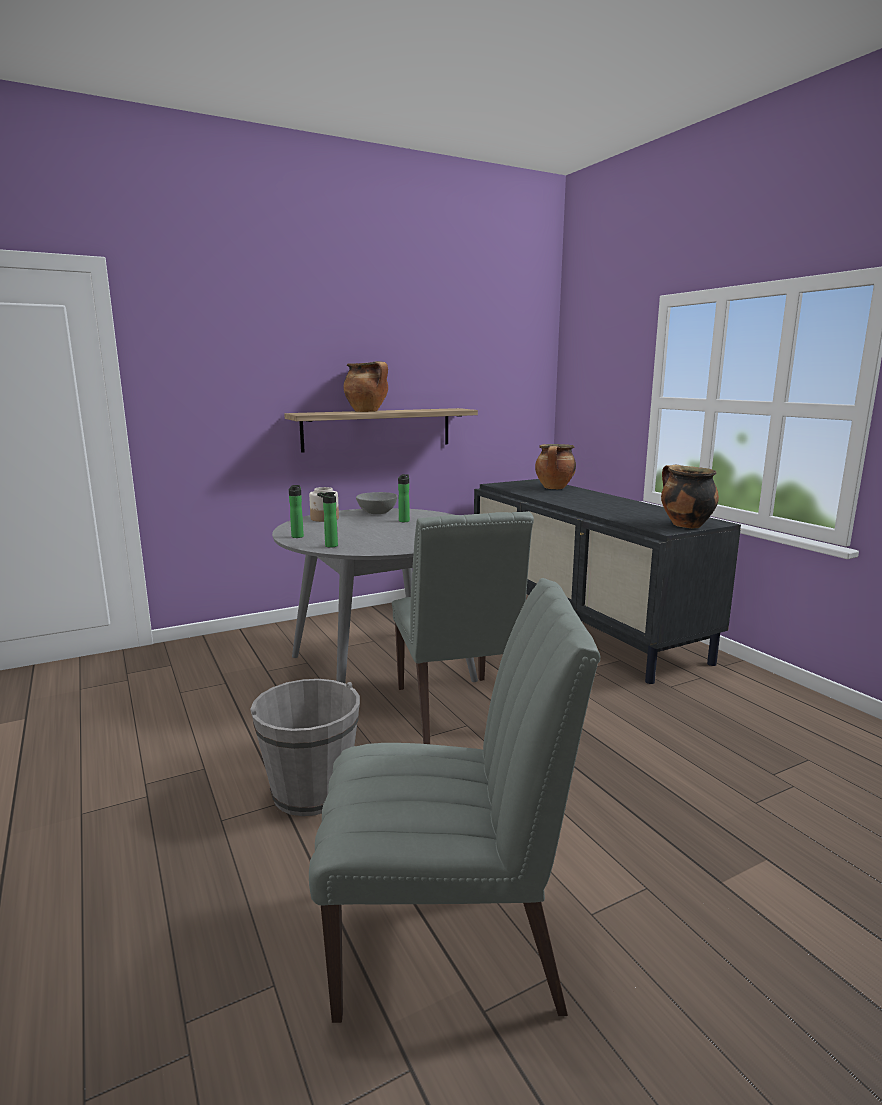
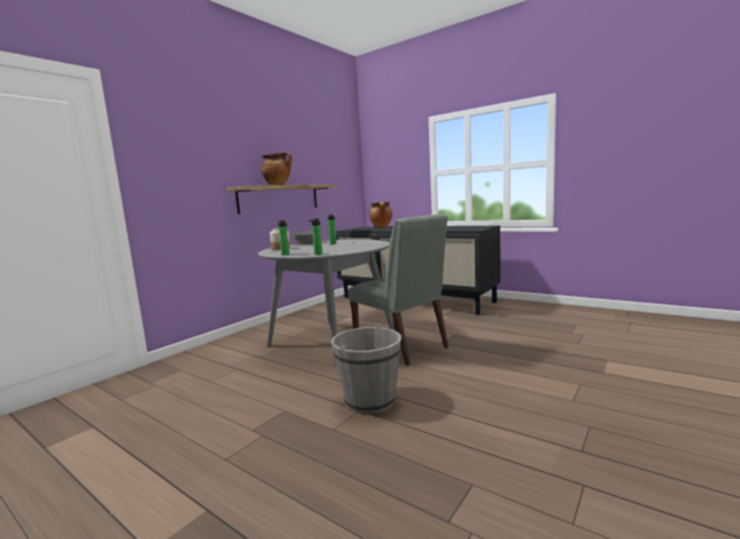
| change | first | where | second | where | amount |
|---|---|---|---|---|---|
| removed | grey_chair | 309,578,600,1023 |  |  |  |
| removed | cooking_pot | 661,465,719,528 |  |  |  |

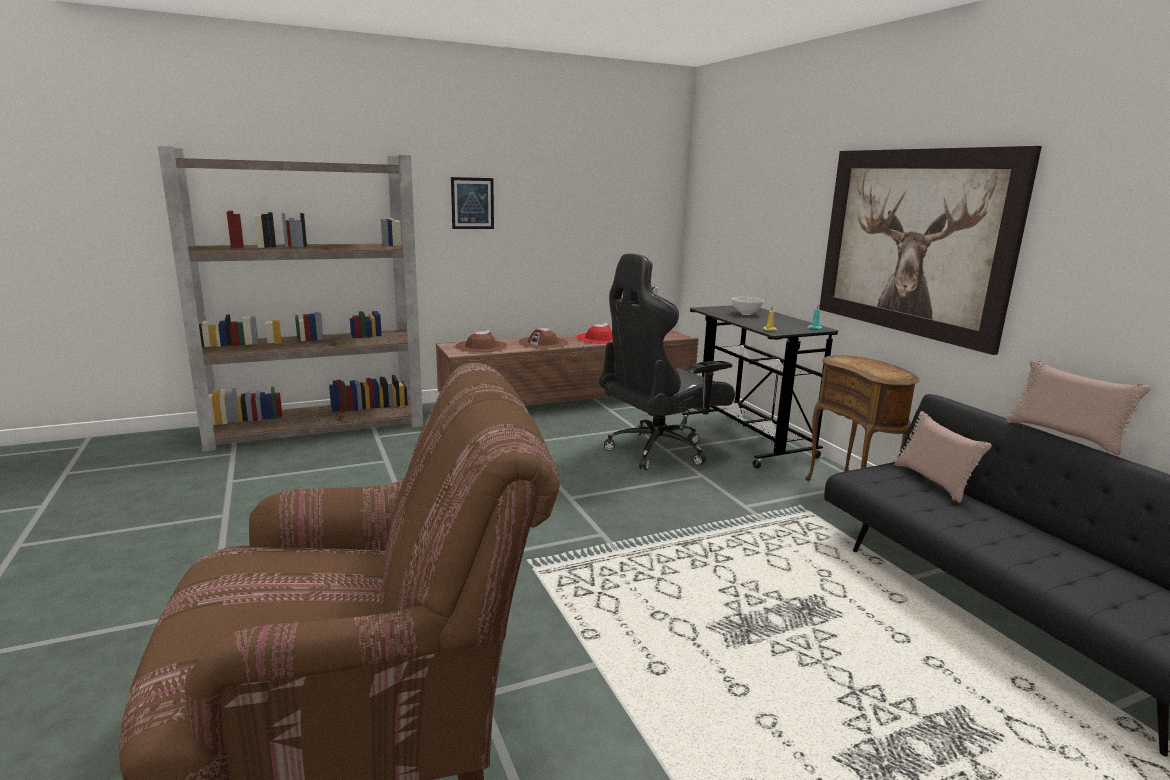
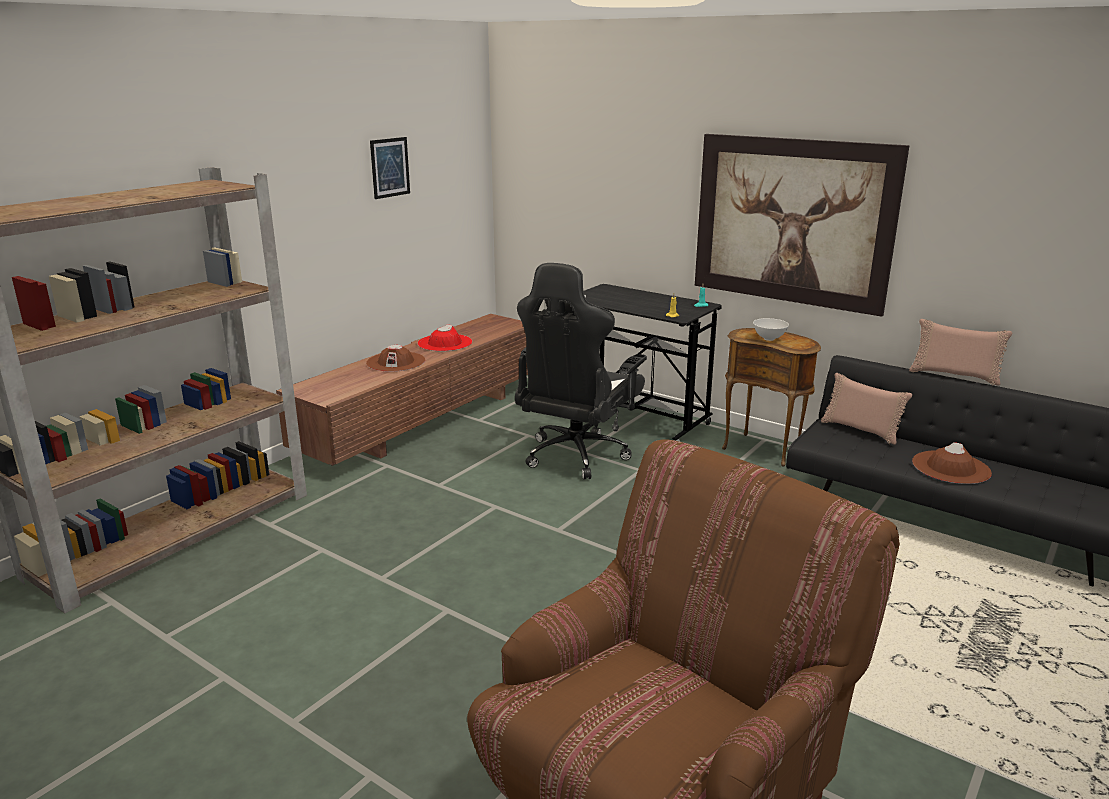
| change | first | where | second | where | amount |
|---|---|---|---|---|---|
| moved | picture | 451,177,494,229 |  | 370,137,410,199 |  |
| moved | brown_hat | 455,330,507,353 |  | 912,442,992,484 |  |
| moved | white_bowl | 732,297,764,315 |  | 753,318,789,341 |  |

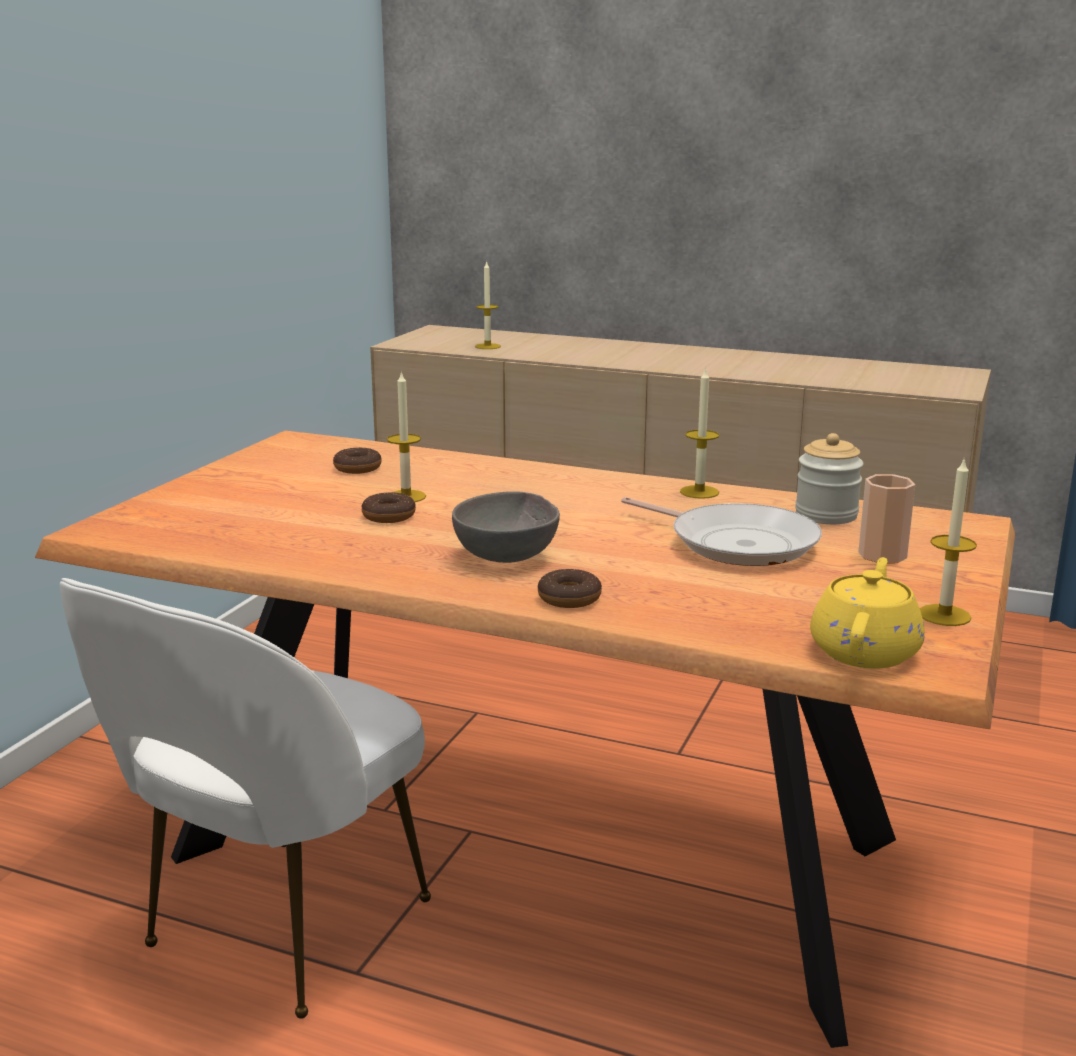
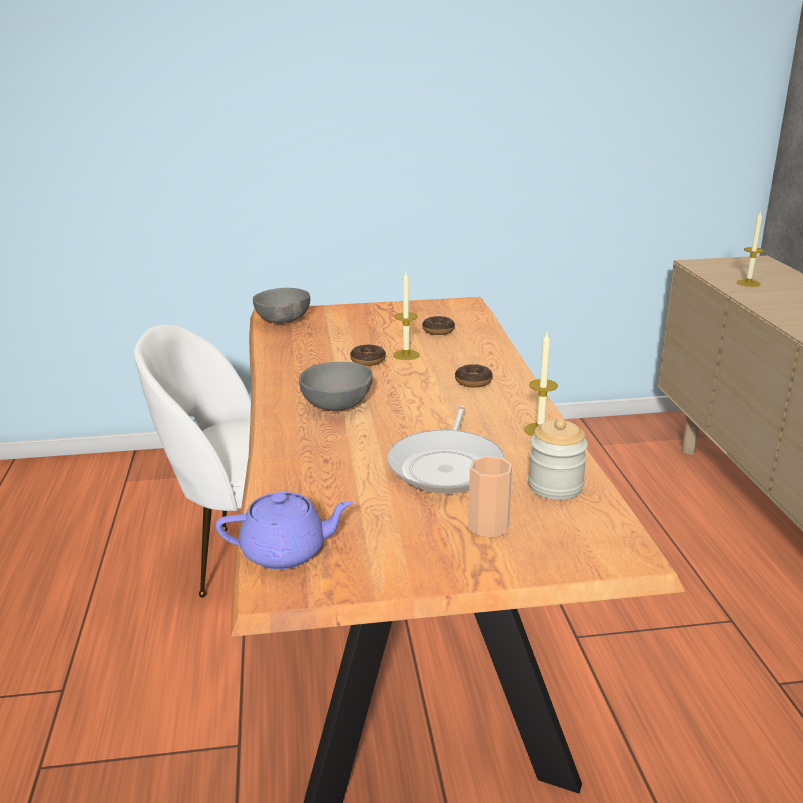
| change | first | where | second | where | amount |
|---|---|---|---|---|---|
| moved | donut | 538,569,602,608 |  | 455,364,493,388 |  |
| recoloured | yellow_teapot | 810,557,925,668 | purple_teapot | 216,492,353,569 |  |
| removed | candle | 920,457,977,626 |  |  |  |
| added |  |  | grey_bowl | 253,288,310,324 |  |

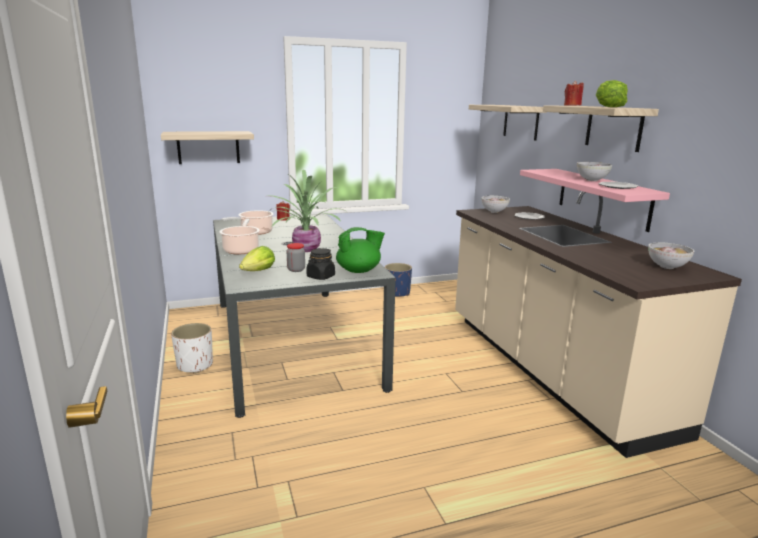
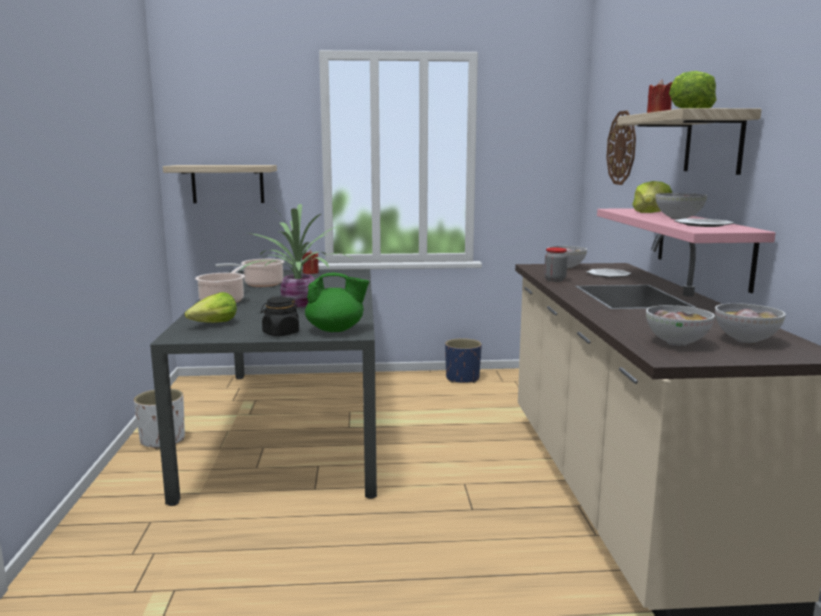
| change | first | where | second | where | amount |
|---|---|---|---|---|---|
| moved | jar | 287,243,305,272 |  | 544,247,568,282 |  |
| replaced | shelf | 469,105,547,140 | wall_clock | 606,110,636,185 |  |
| added |  |  | lettuce | 632,181,672,213 |  |
| added |  |  | bowl | 646,305,715,346 |  |

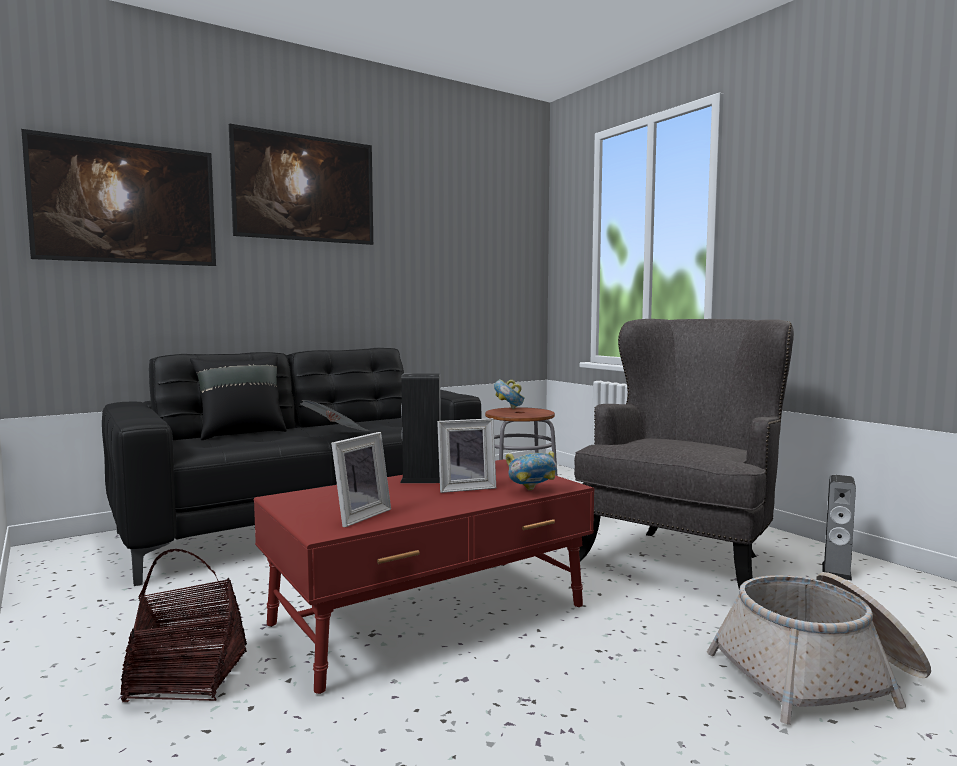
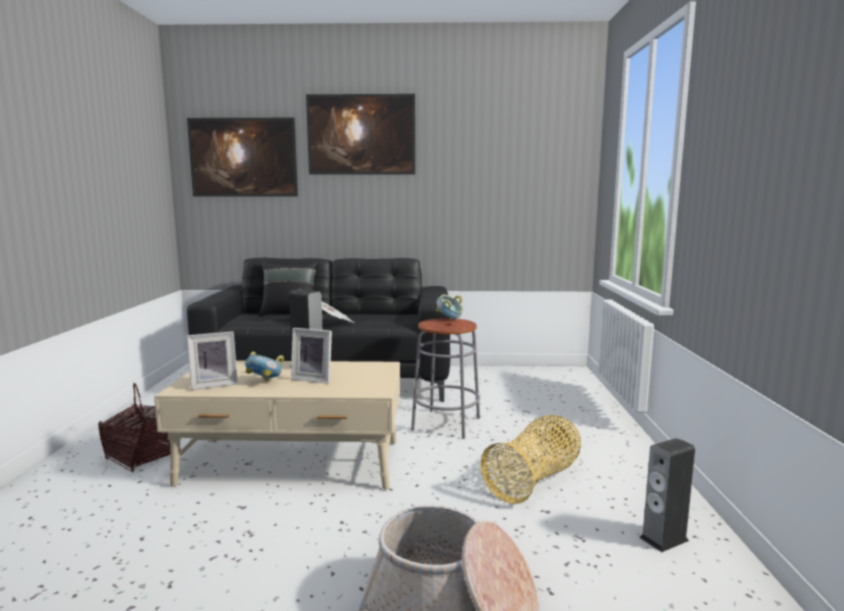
| change | first | where | second | where | amount |
|---|---|---|---|---|---|
| recoloured | red_coffee_table | 254,459,594,694 | beige_coffee_table | 154,361,400,489 |  |
| moved | bowl | 506,451,557,490 |  | 245,352,284,381 |  |
| replaced | grey_armchair | 574,319,794,589 | basket | 480,415,581,504 |  |

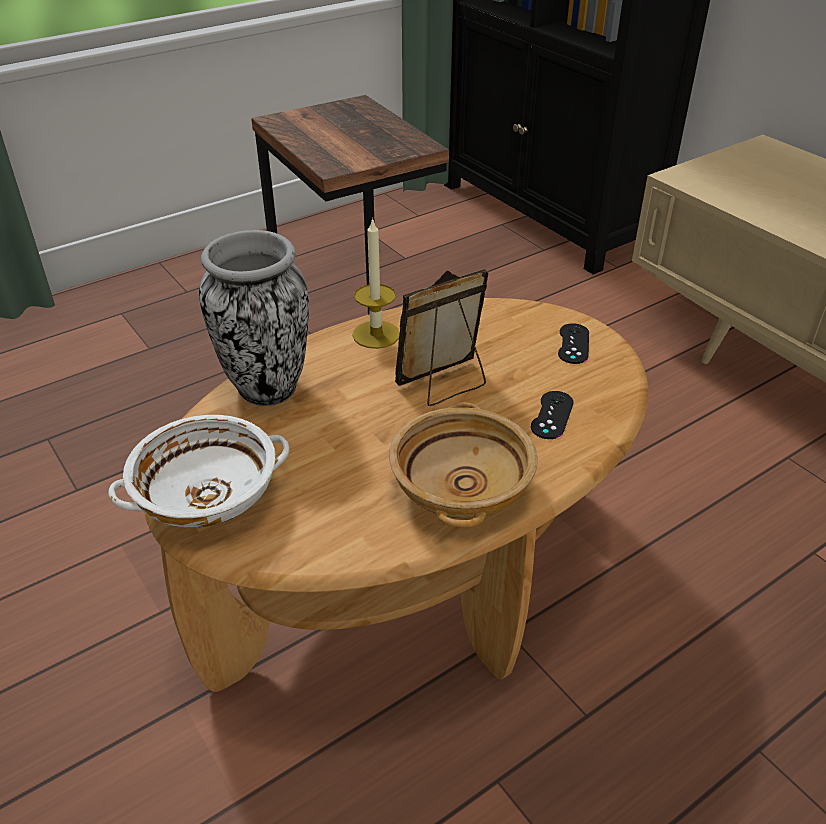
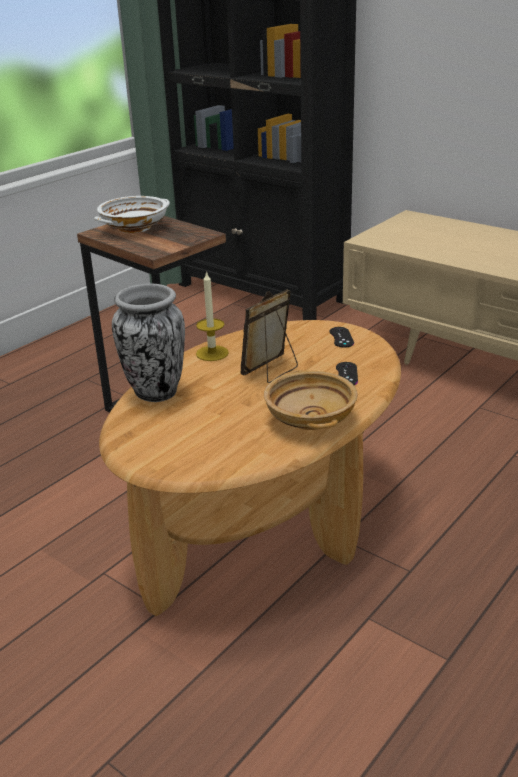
| change | first | where | second | where | amount |
|---|---|---|---|---|---|
| moved | white_bowl | 108,415,289,528 |  | 94,196,170,233 |  |

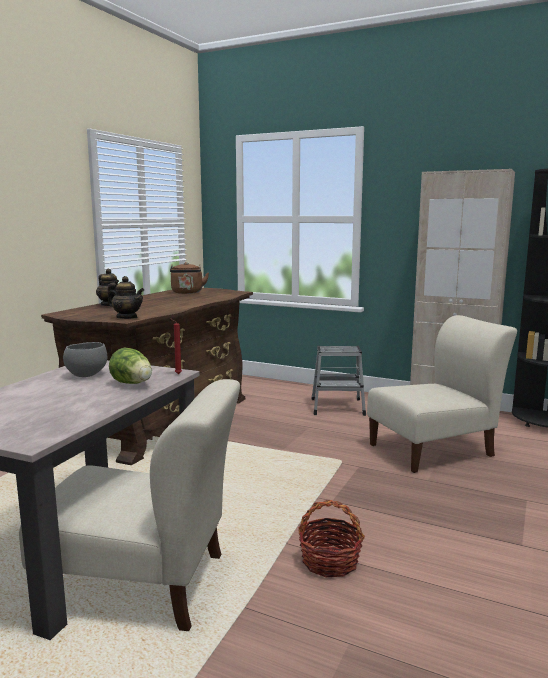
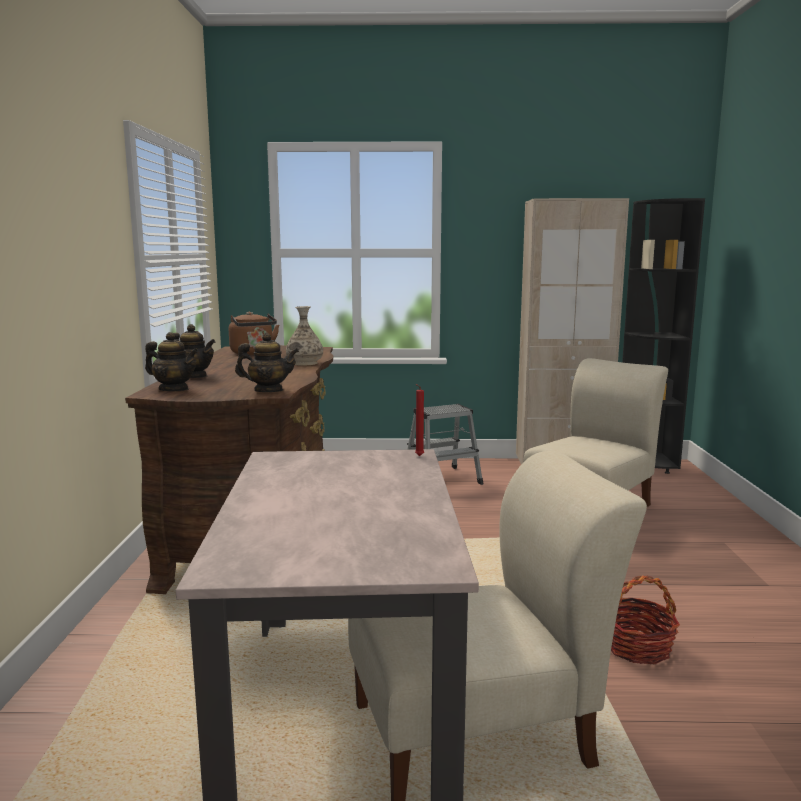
| change | first | where | second | where | amount |
|---|---|---|---|---|---|
| removed | grey_bowl | 63,342,107,377 |  |  |  |
| removed | lettuce | 109,347,152,384 |  |  |  |
| added |  |  | teapot | 145,332,198,391 |  |
| added |  |  | vase | 286,306,323,366 |  |

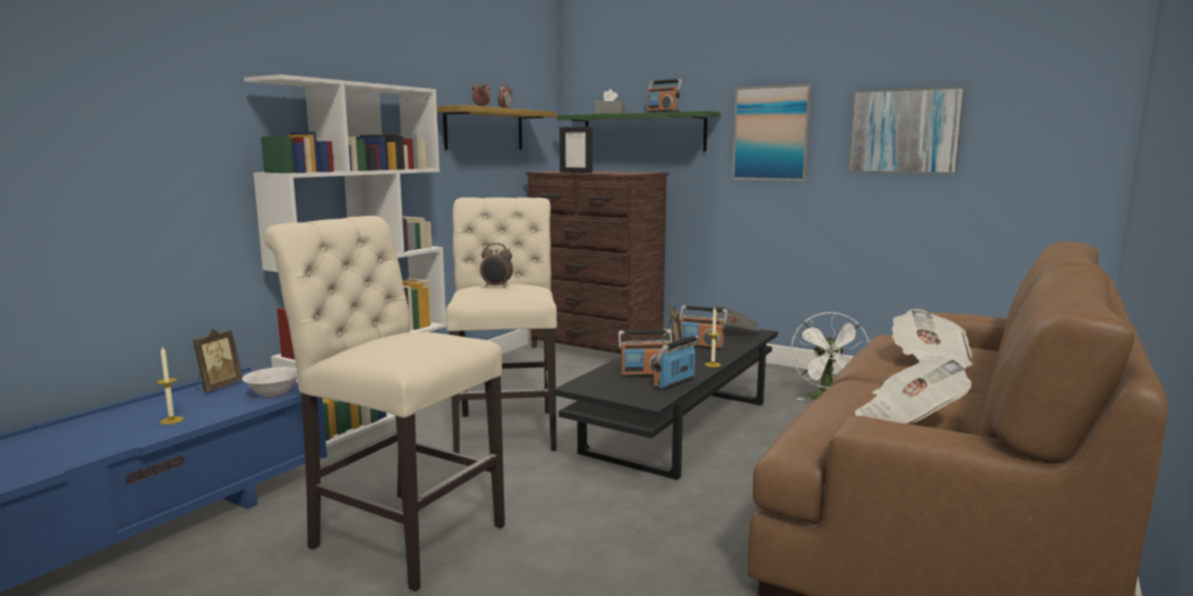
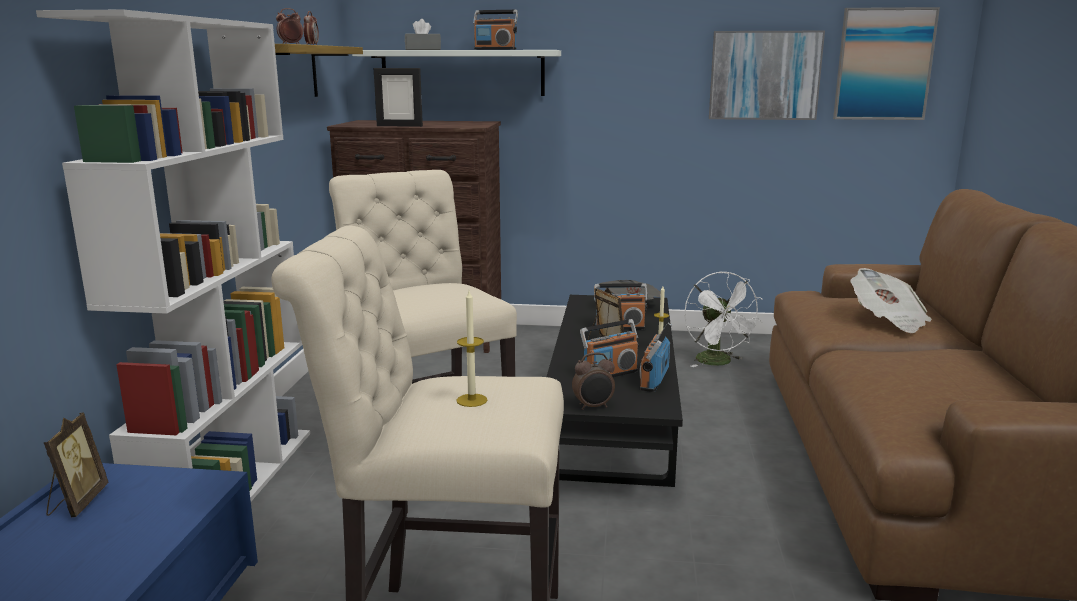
| change | first | where | second | where | amount |
|---|---|---|---|---|---|
| moved | candle | 157,346,184,425 |  | 457,291,487,407 |  |
| removed | white_bowl | 242,367,298,397 |  |  |  |
| moved | alarm_clock | 480,243,513,288 |  | 572,353,615,410 |  |
| recoloured | green_shelf | 557,111,721,151 | white_shelf | 352,50,561,96 |  |
| moved | picture | 732,84,812,181 |  | 833,7,940,120 |  |
| removed | newspaper | 855,359,972,424 |  |  |  |

